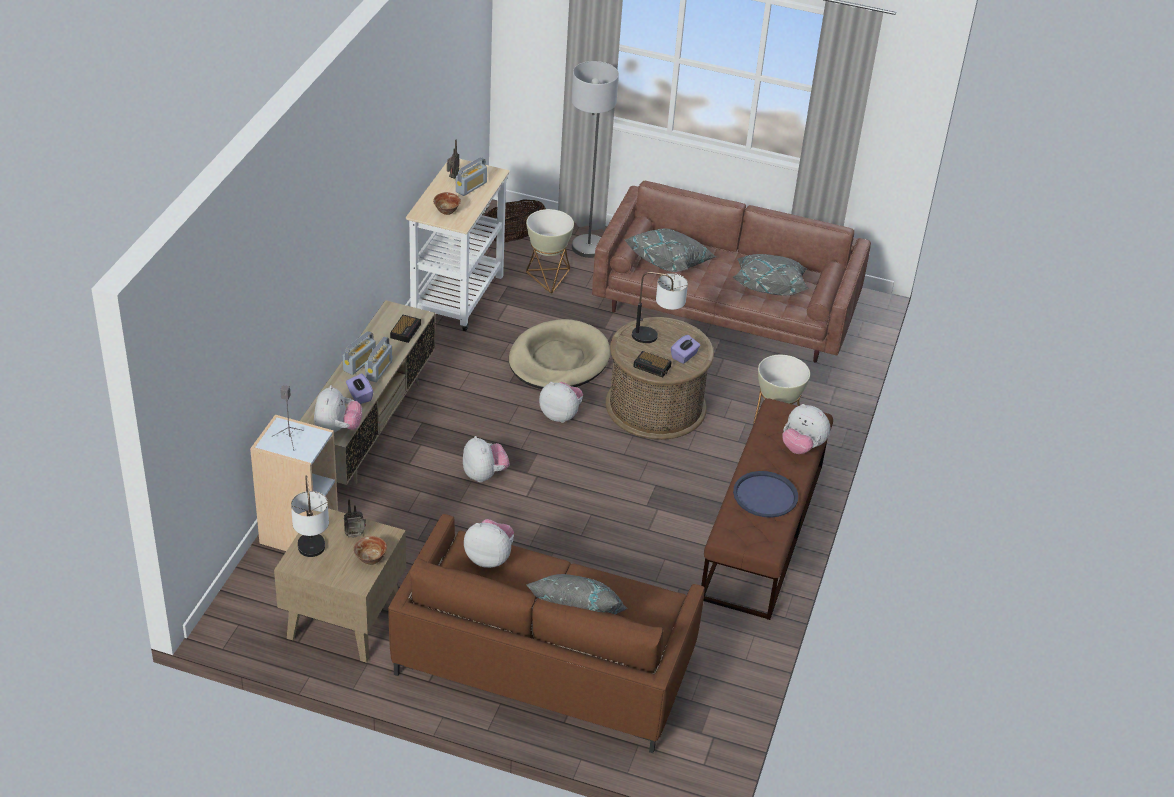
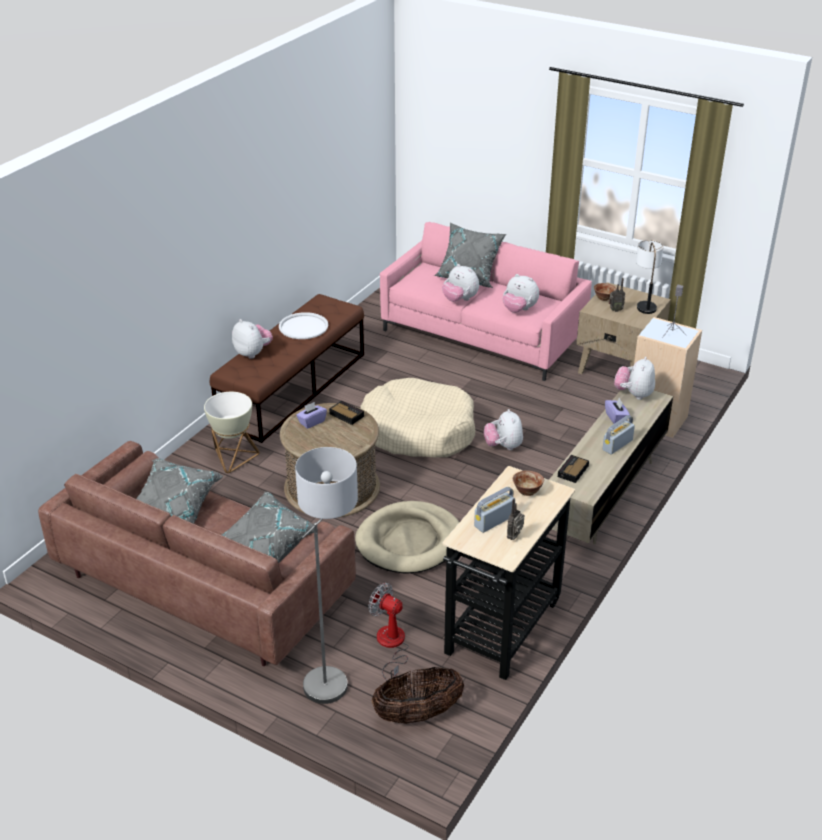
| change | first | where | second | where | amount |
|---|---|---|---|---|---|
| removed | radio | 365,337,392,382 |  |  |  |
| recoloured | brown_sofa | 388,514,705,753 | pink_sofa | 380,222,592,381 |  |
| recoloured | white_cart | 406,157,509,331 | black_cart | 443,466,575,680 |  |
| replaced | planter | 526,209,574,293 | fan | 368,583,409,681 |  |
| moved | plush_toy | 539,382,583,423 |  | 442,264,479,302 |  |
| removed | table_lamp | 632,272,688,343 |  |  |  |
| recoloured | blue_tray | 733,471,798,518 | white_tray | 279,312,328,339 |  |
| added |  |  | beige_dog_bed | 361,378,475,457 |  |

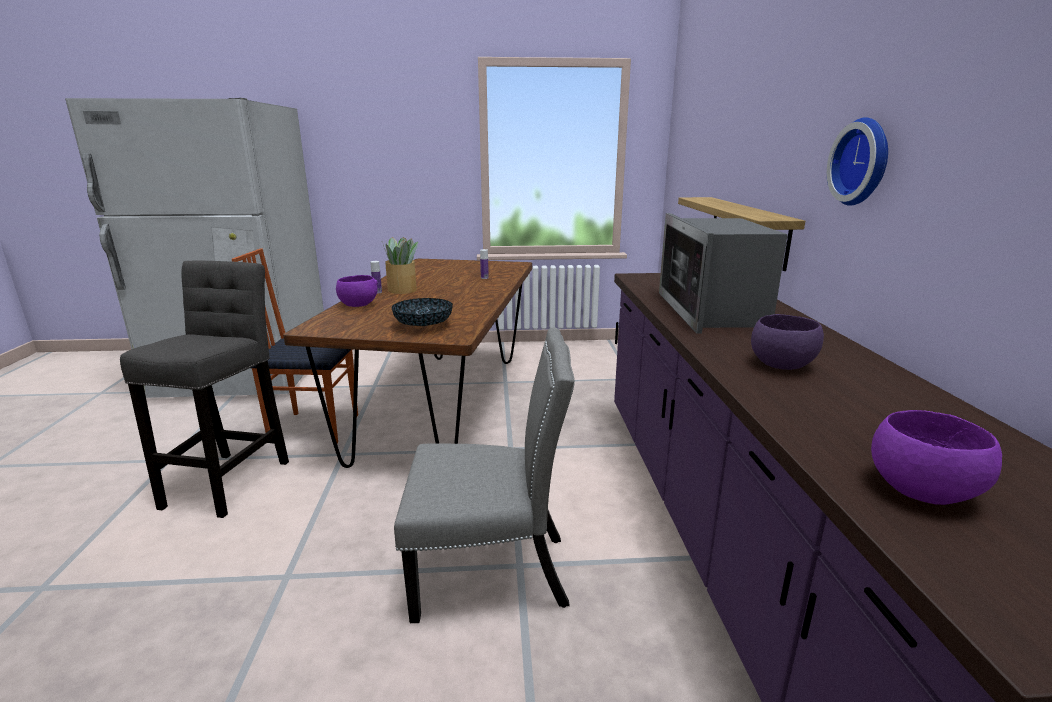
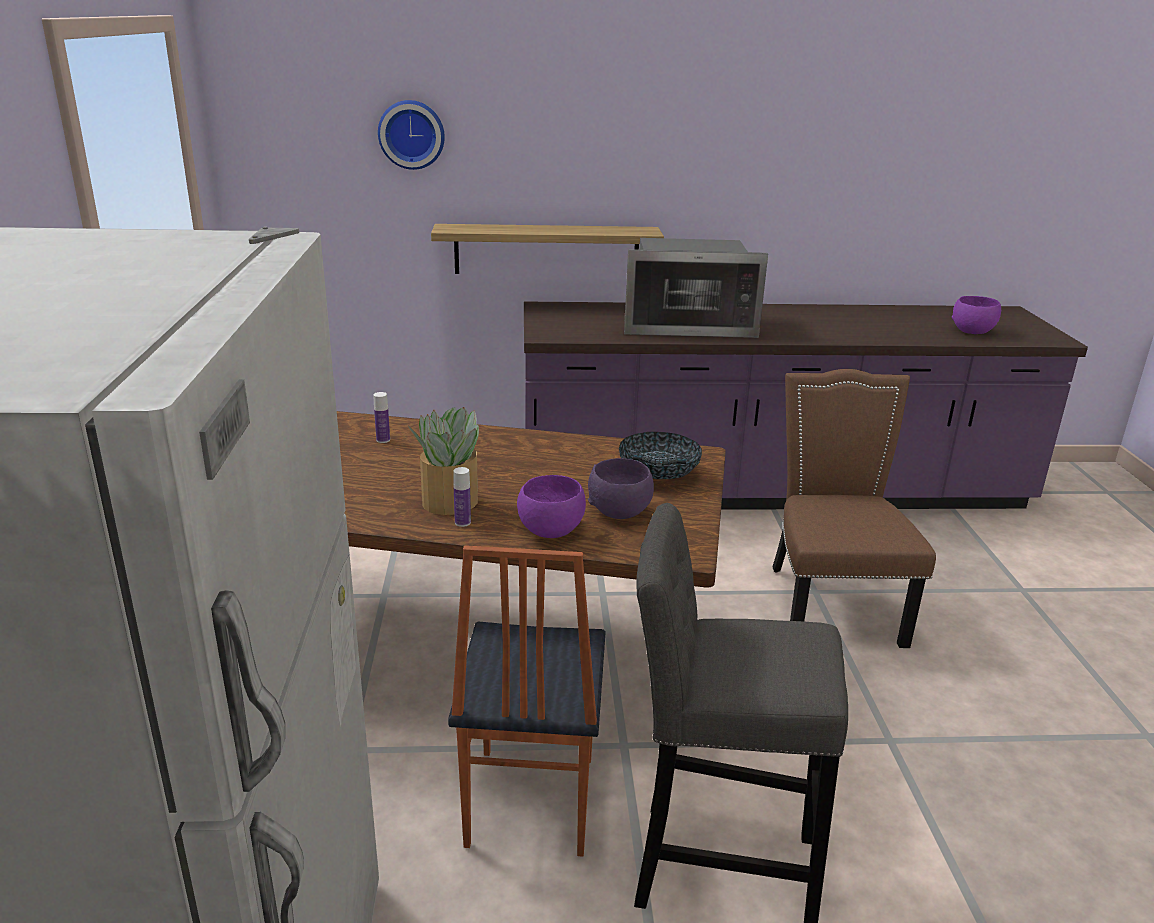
| change | first | where | second | where | amount |
|---|---|---|---|---|---|
| recoloured | grey_chair | 394,327,575,623 | brown_chair | 772,369,936,648 |  |
| moved | purple_bowl | 751,314,824,370 |  | 587,458,654,519 |  |
| moved | wall_clock | 827,117,888,206 |  | 378,100,445,170 |  |

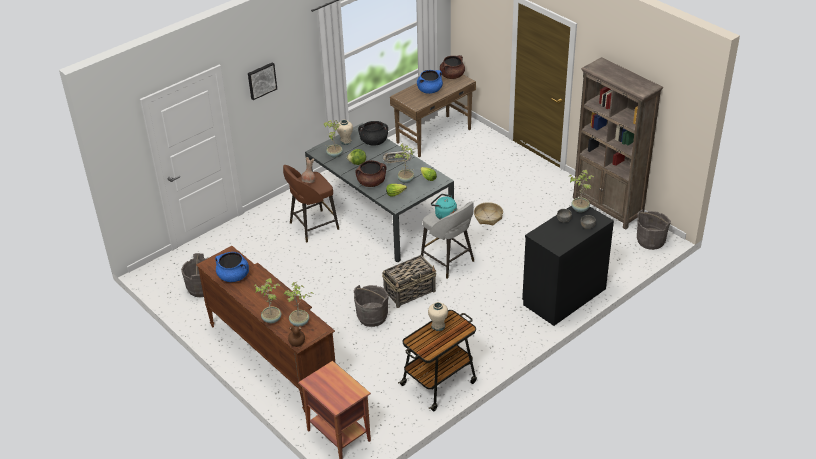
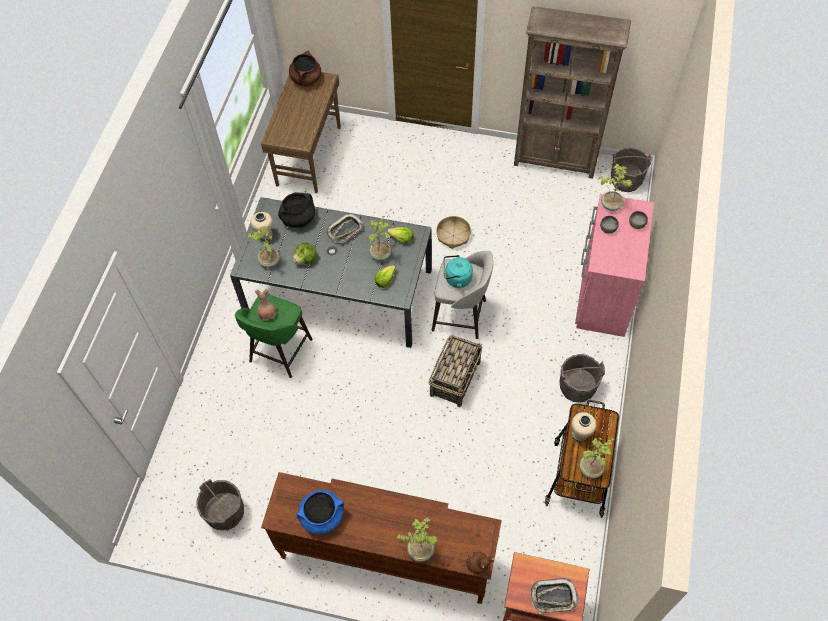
| change | first | where | second | where | amount |
|---|---|---|---|---|---|
| removed | picture | 248,62,277,100 |  |  |  |
| recoloured | brown_stool | 283,165,339,242 | green_stool | 235,294,312,378 |  |
| moved | potted_plant | 284,282,314,327 |  | 579,438,615,478 |  |
| moved | grey_bucket | 354,285,389,327 |  | 559,354,605,403 |  |
| removed | brown_cooking_pot | 355,160,387,187 |  |  |  |
| removed | blue_cooking_pot | 417,70,443,94 |  |  |  |
| recoloured | black_dresser | 522,205,614,326 | pink_dresser | 575,194,654,337 |  |
| added |  |  | tray | 531,578,579,614 |  |

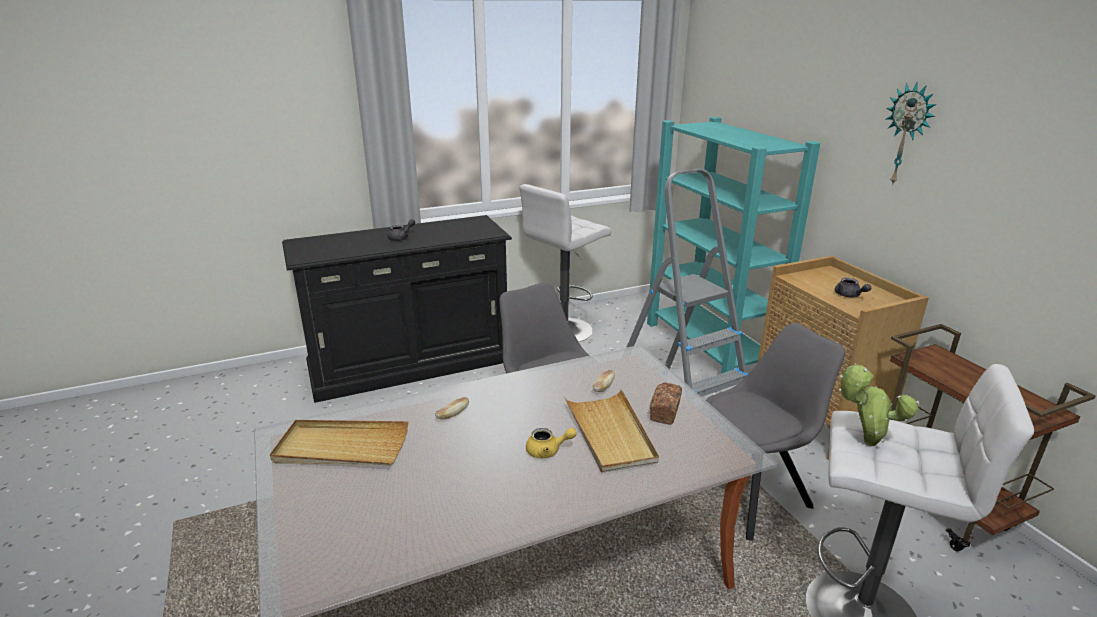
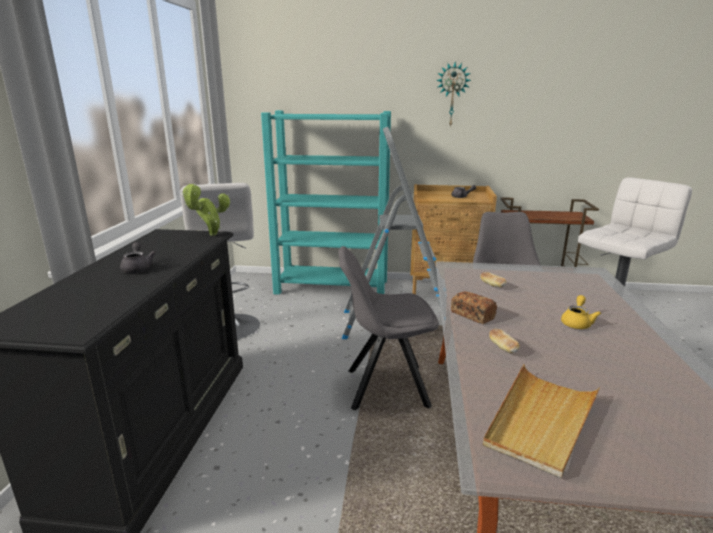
| change | first | where | second | where | amount |
|---|---|---|---|---|---|
| removed | beige_tray | 564,389,659,472 |  |  |  |
| moved | bread | 650,382,682,425 |  | 451,291,497,324 |  |
| moved | potted_plant | 839,364,919,446 |  | 182,184,230,236 |  |

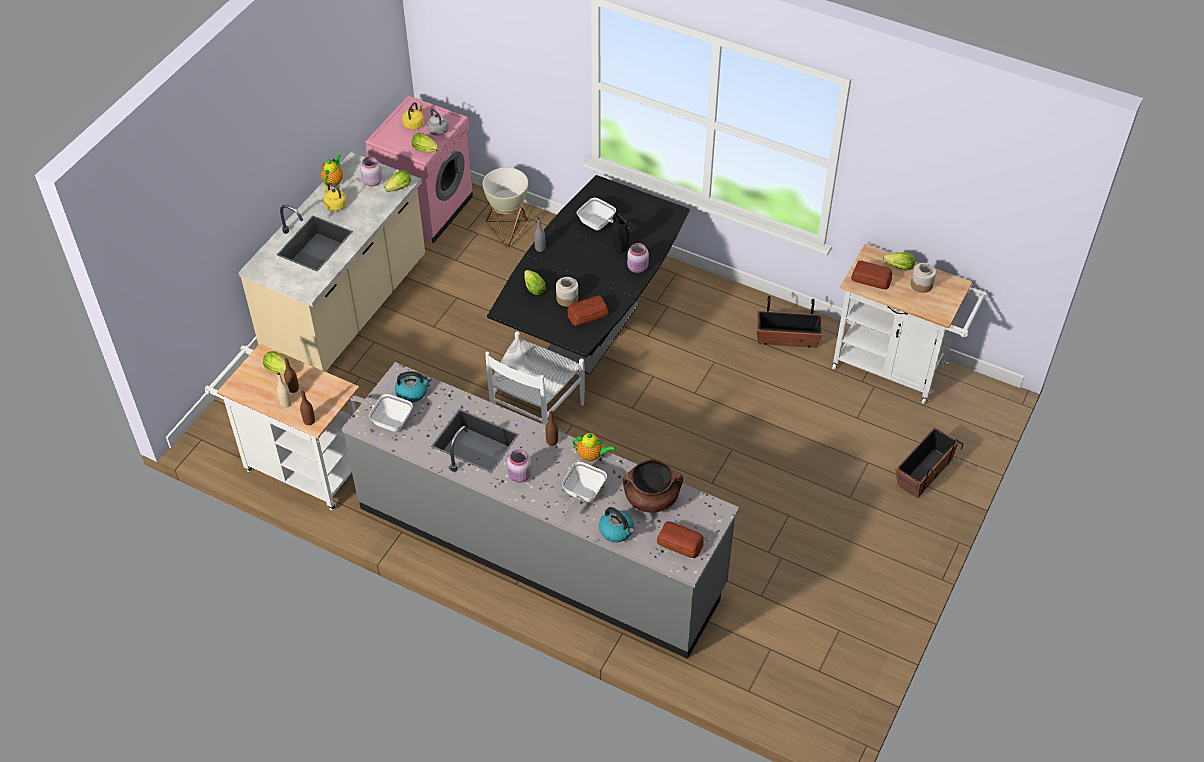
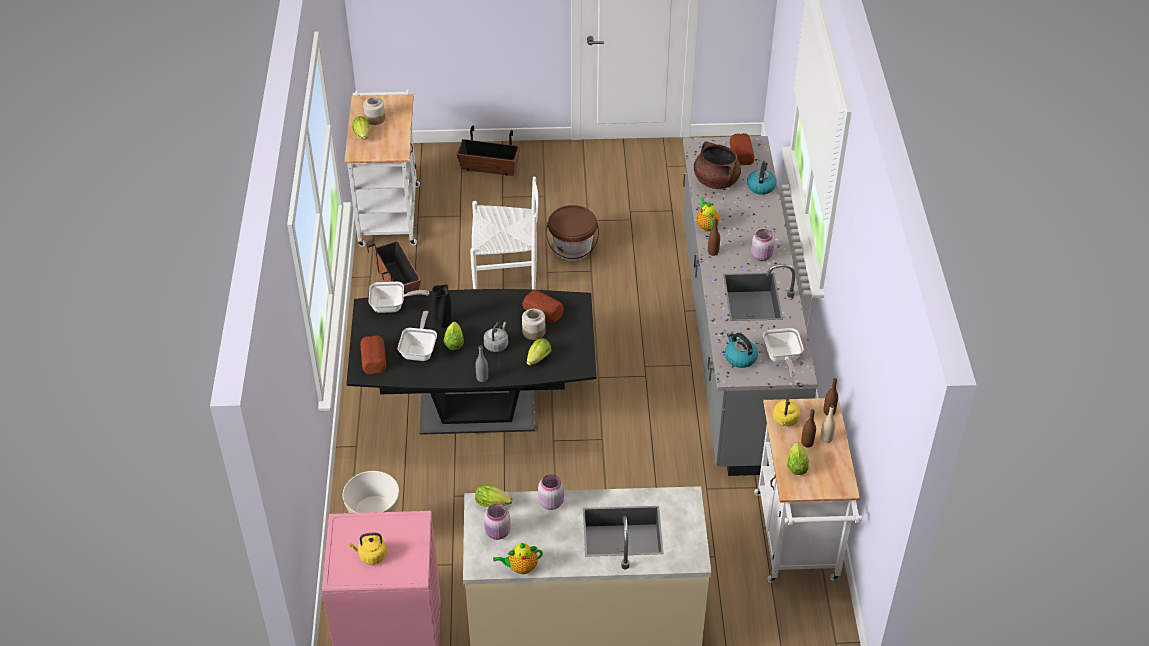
| change | first | where | second | where | amount |
|---|---|---|---|---|---|
| moved | yellow_kettle | 323,183,347,211 |  | 773,393,800,426 |  |
| moved | lettuce | 412,133,439,153 |  | 443,322,464,350 |  |
| moved | grey_kettle | 427,108,449,135 |  | 484,321,508,352 |  |
| moved | white_chair | 485,331,585,425 |  | 470,177,538,290 |  |
| moved | frying_pan | 561,462,607,516 |  | 369,282,429,313 |  |
| moved | pink_jar | 627,243,649,273 |  | 538,474,564,510 |  |
| moved | bread | 851,261,892,289 |  | 361,335,387,374 |  |
| added |  |  | brown_bucket | 546,205,599,261 |  |

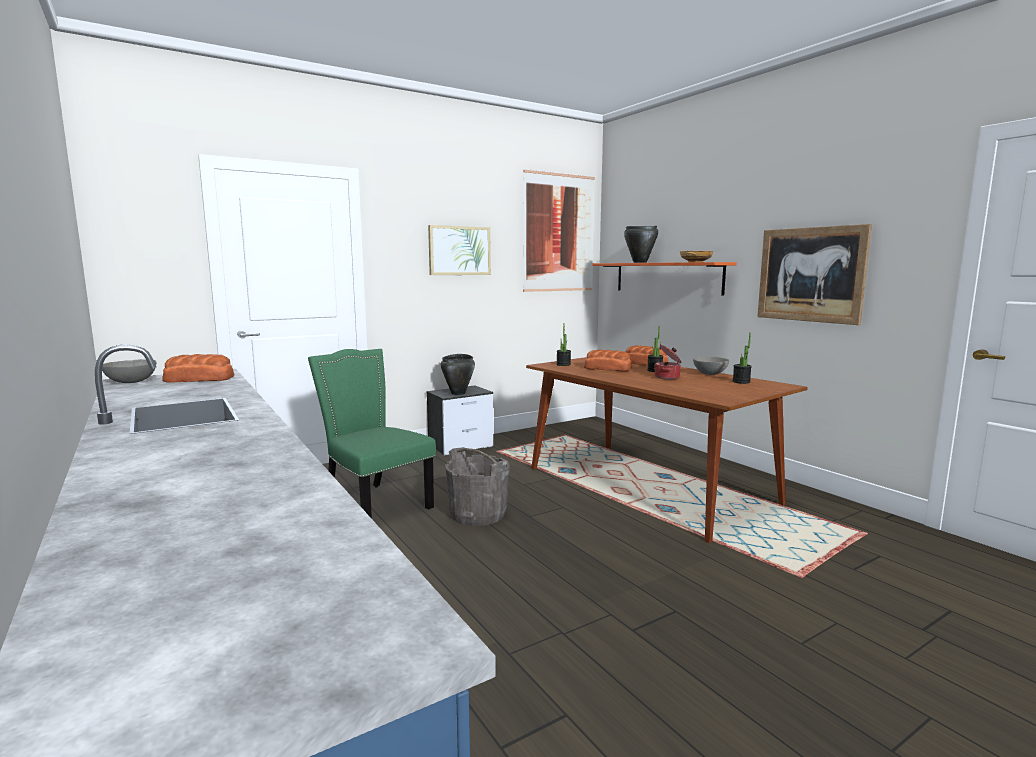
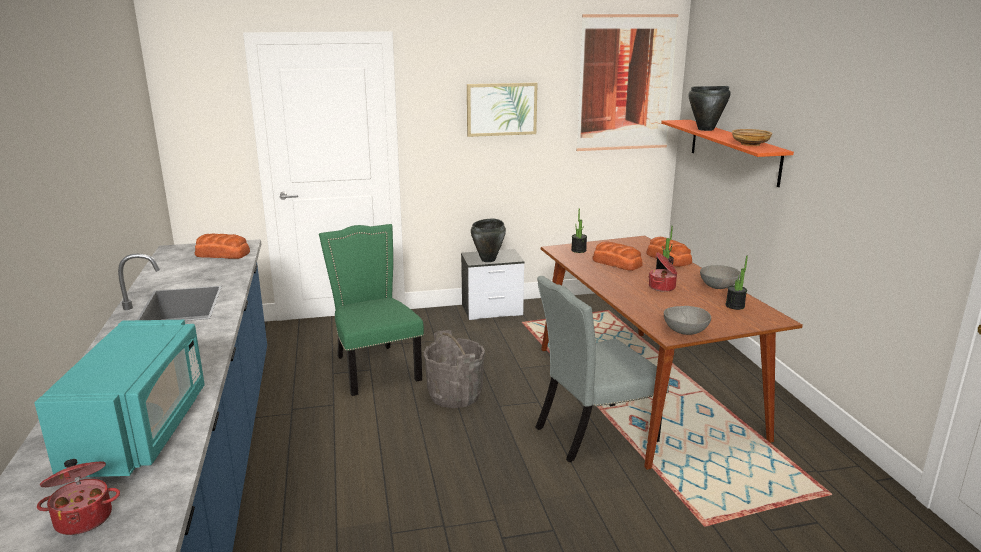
| change | first | where | second | where | amount |
|---|---|---|---|---|---|
| moved | grey_bowl | 102,359,157,383 |  | 664,306,711,335 |  |
| removed | picture | 757,224,872,325 |  |  |  |
| added |  |  | turquoise_microwave | 34,320,205,477 |  |
| added |  |  | cooking_pot | 37,459,120,535 |  |
| added |  |  | grey_chair | 535,276,670,462 |  |

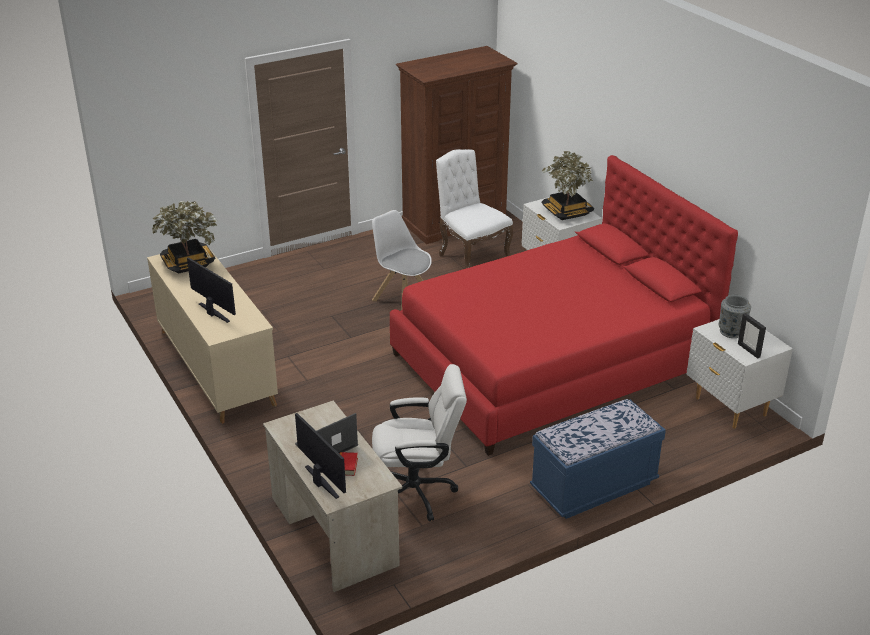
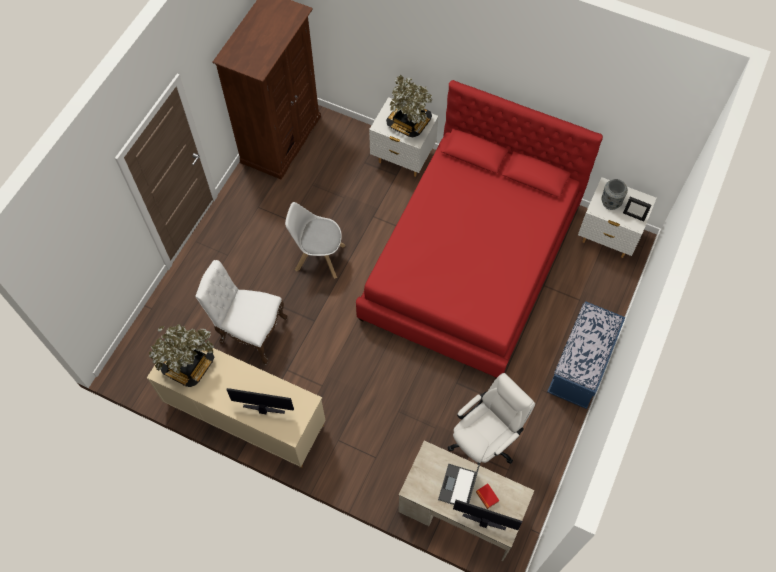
| change | first | where | second | where | amount |
|---|---|---|---|---|---|
| moved | white_chair | 436,149,513,269 |  | 195,260,287,365 |  |

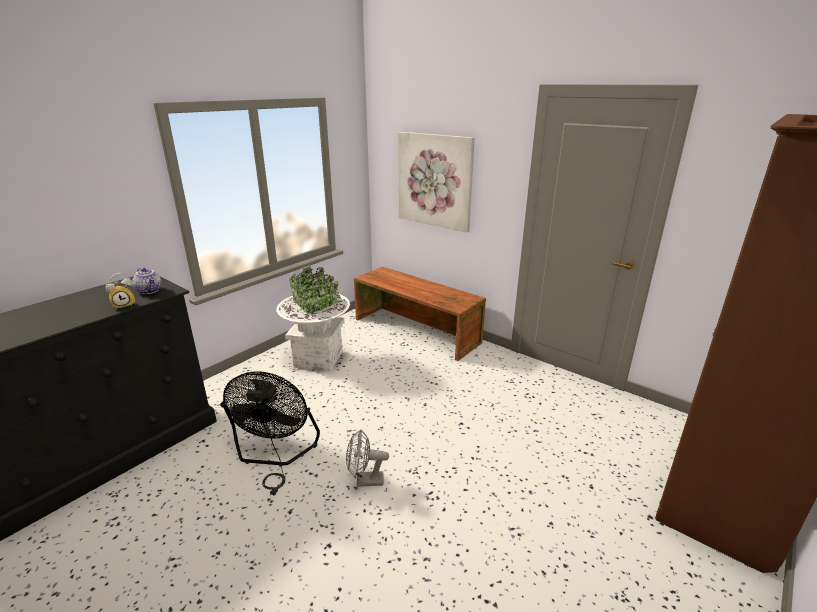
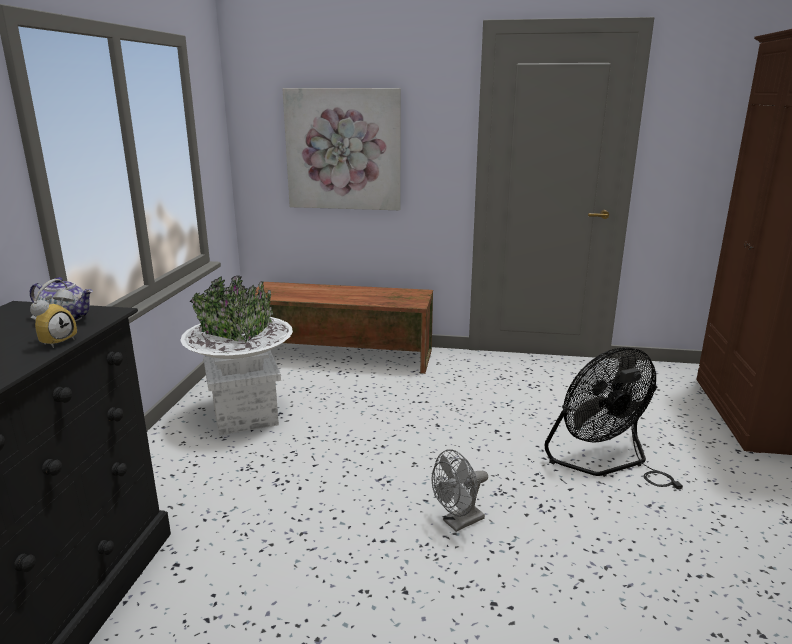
| change | first | where | second | where | amount |
|---|---|---|---|---|---|
| moved | black_fan | 220,371,320,495 |  | 545,347,683,489 |  |

